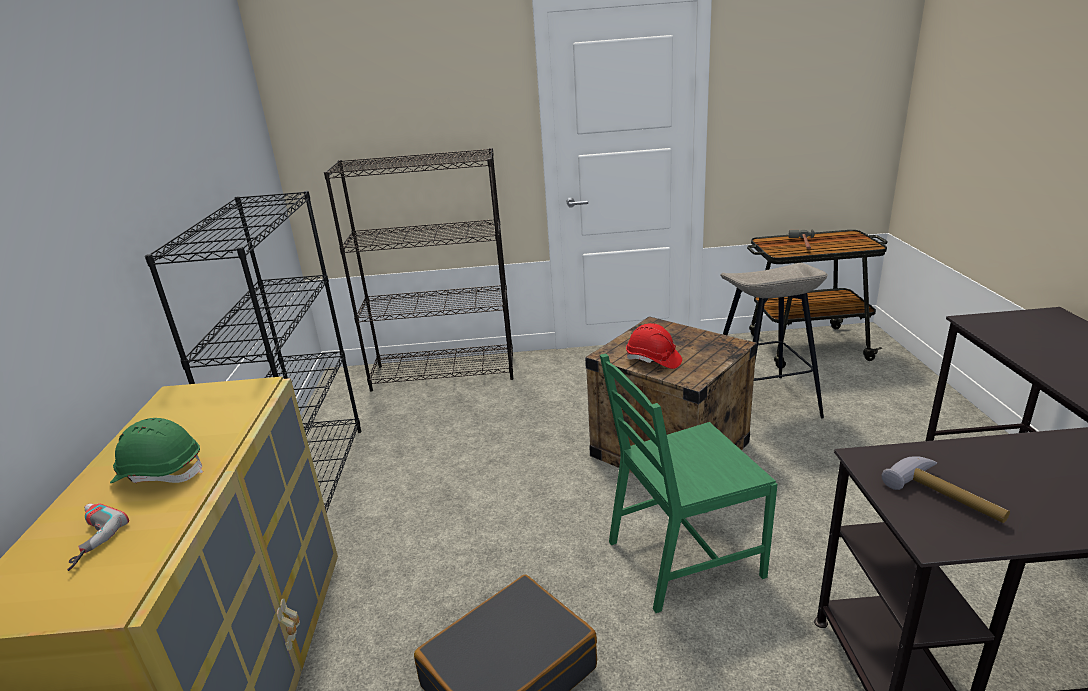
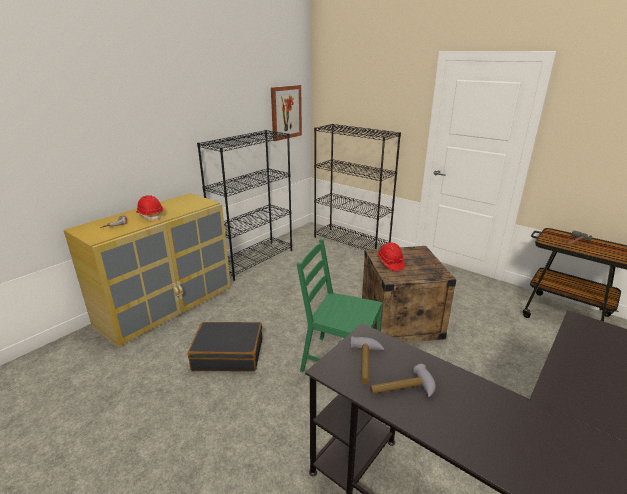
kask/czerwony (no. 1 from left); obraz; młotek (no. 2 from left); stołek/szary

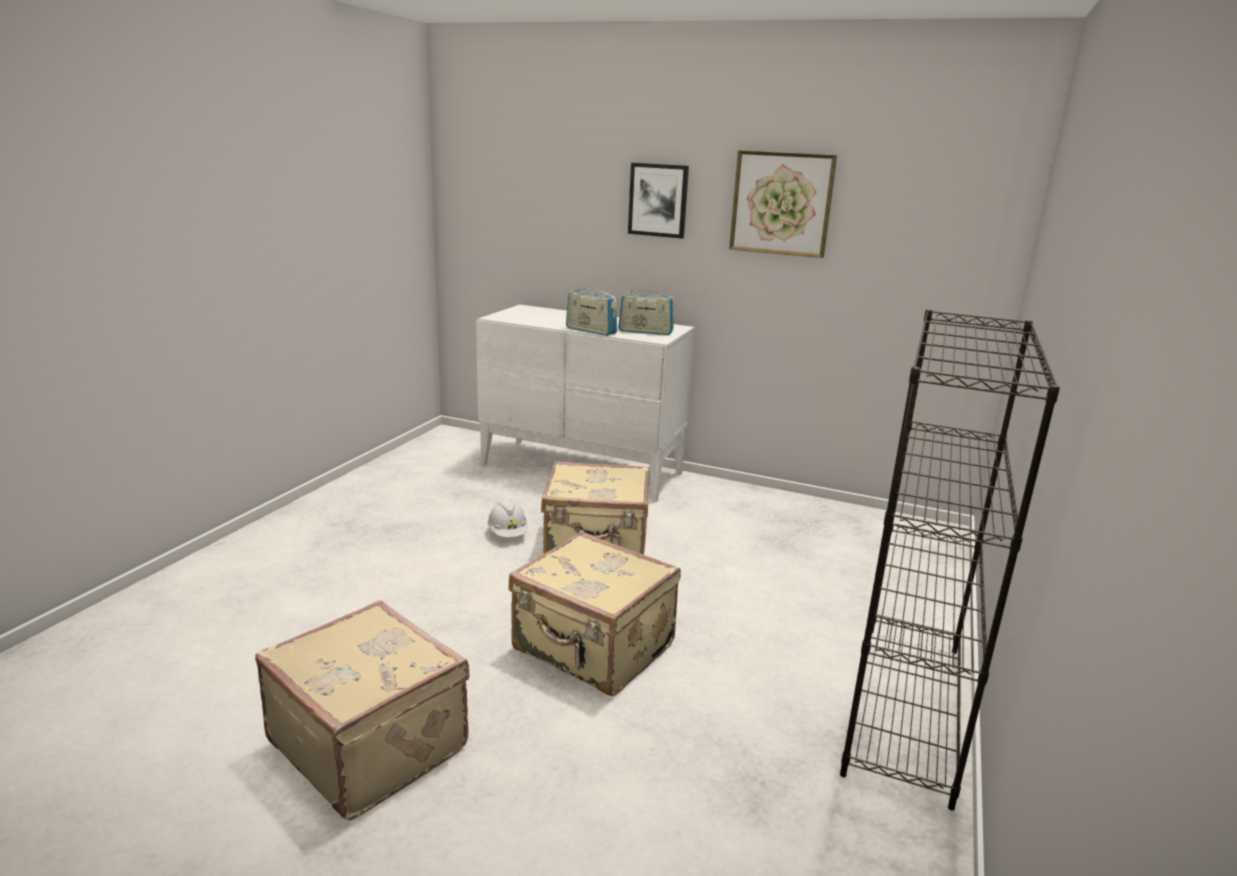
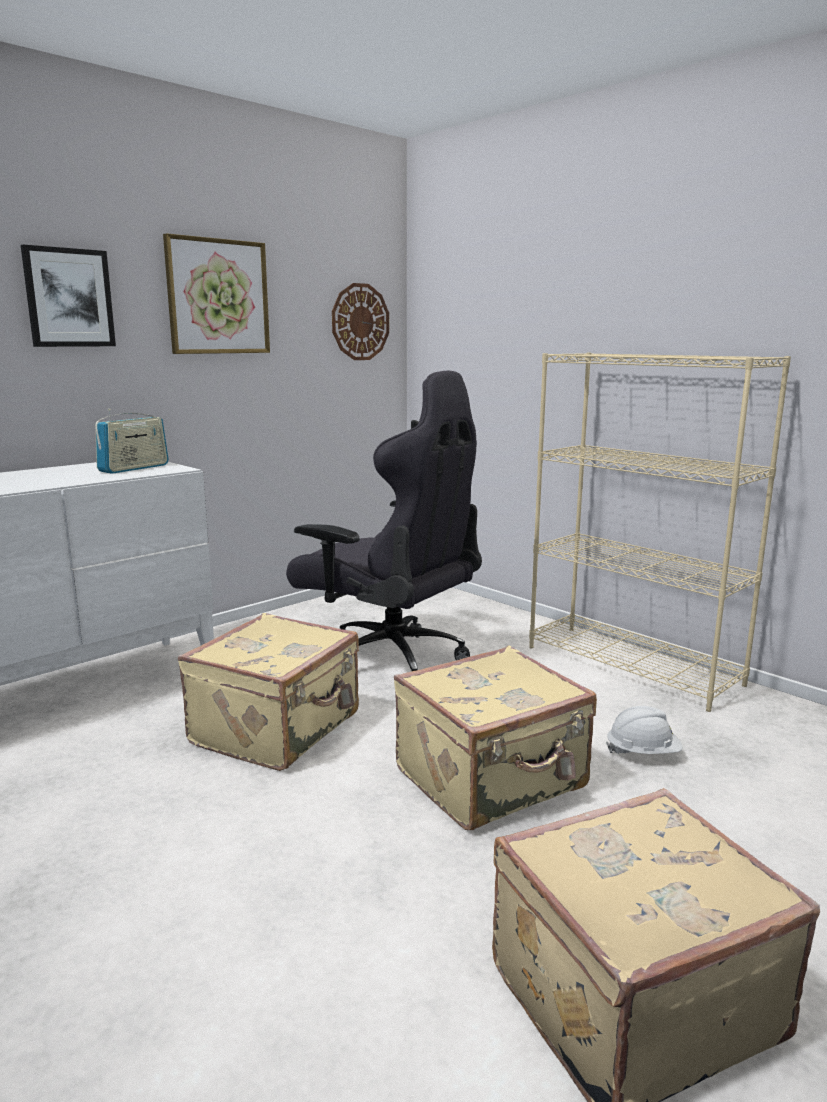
krzesło biurowe/czarny; zegar ścienny; regał/beżowy; kask/biały; radio (no. 1 from left in the first image)

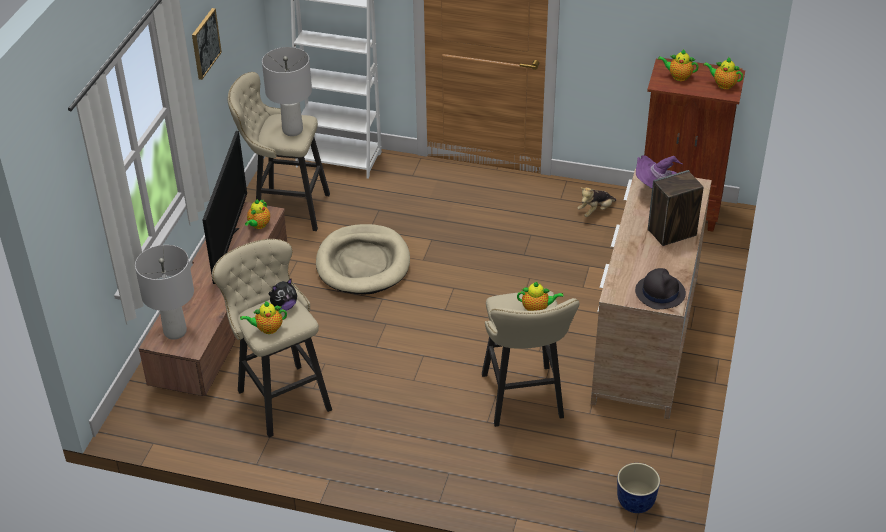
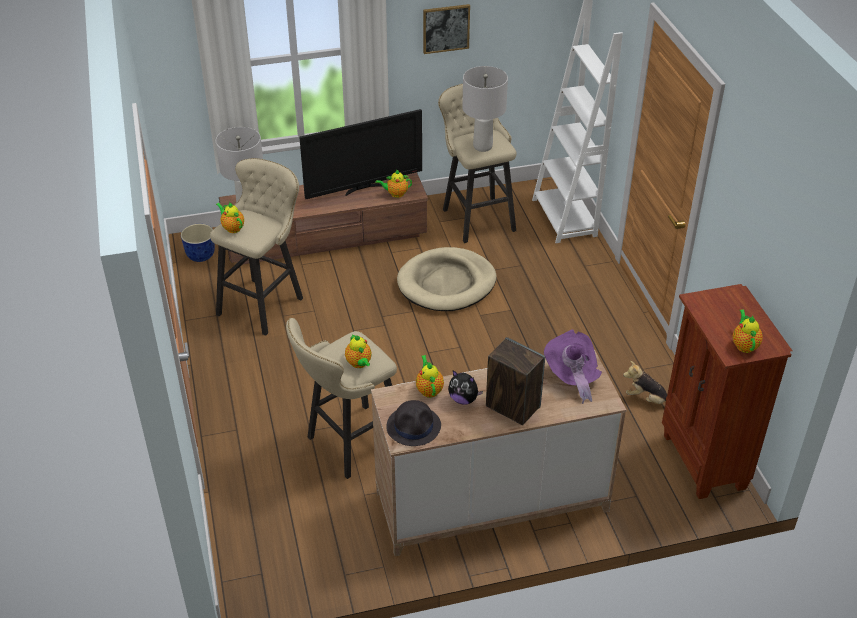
donica; imbryk (no. 4 from left); pluszak (no. 1 from left)

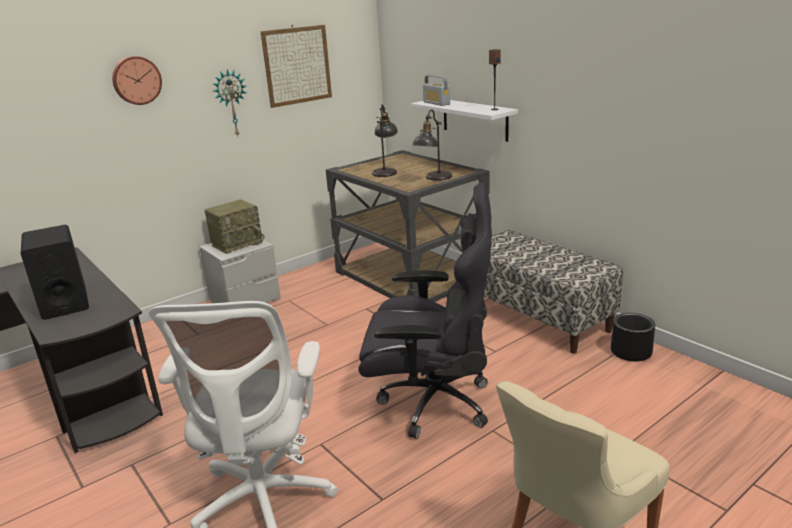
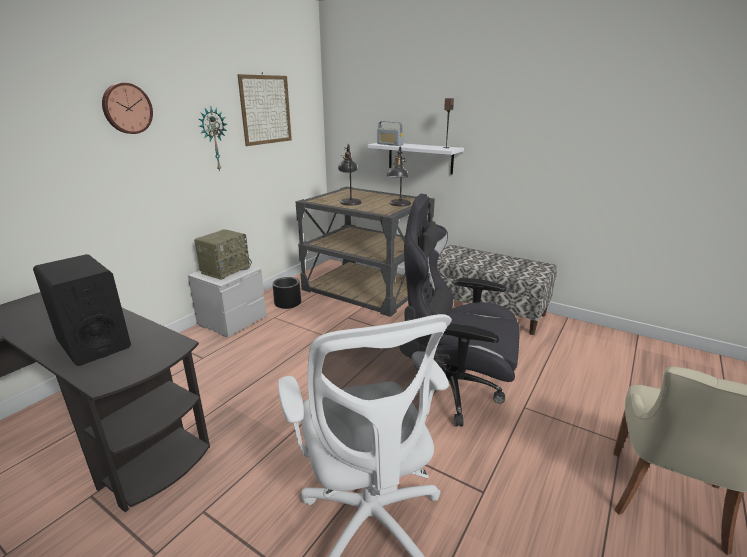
donica/czarny; krzesło biurowe/czarny

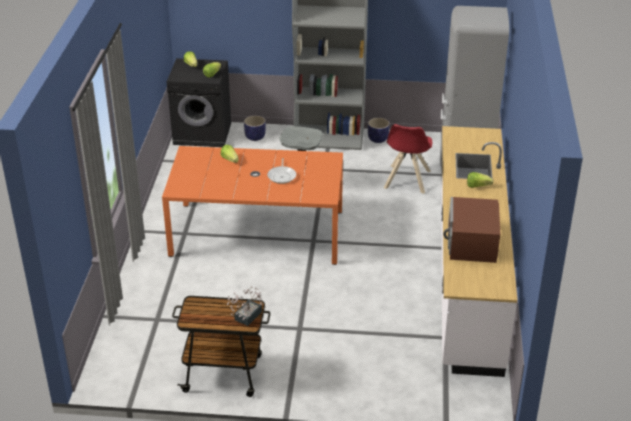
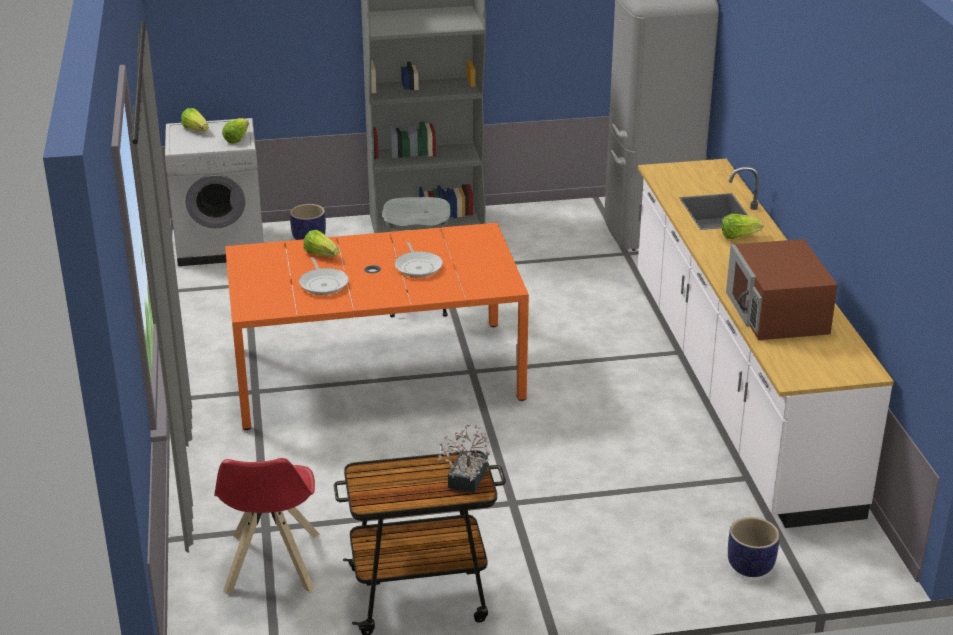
pralka/biały; krzesło/czerwony; patelnia (no. 1 from left); donica (no. 2 from left)

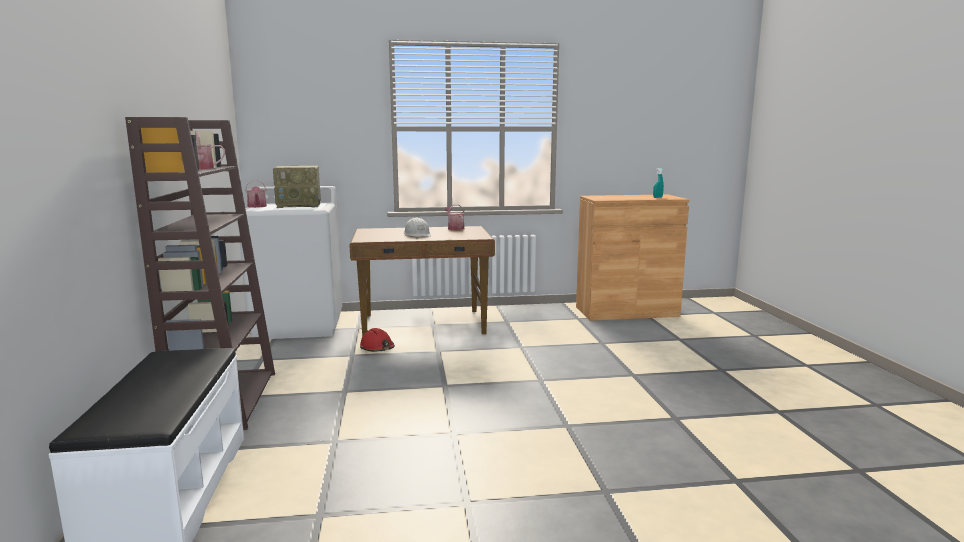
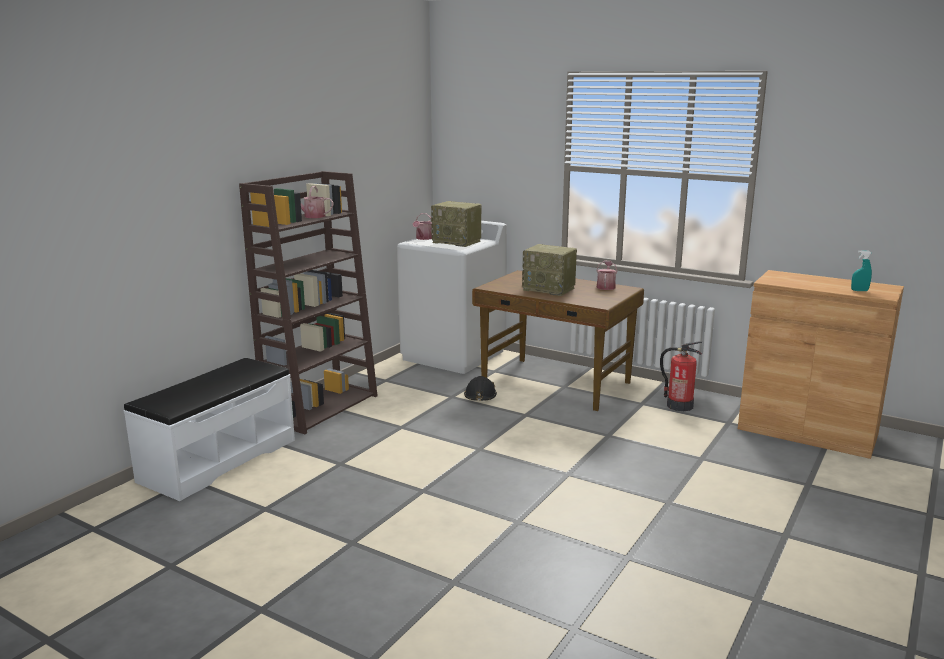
kask/czarny; radio (no. 2 from left); gaśnica

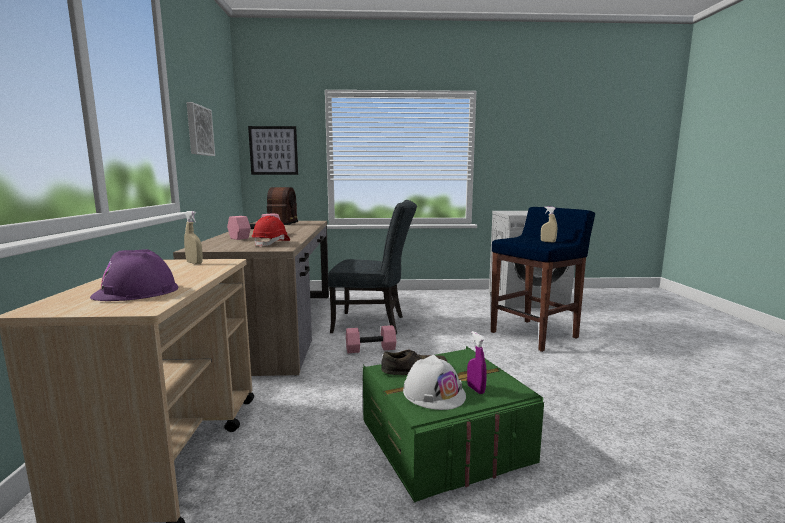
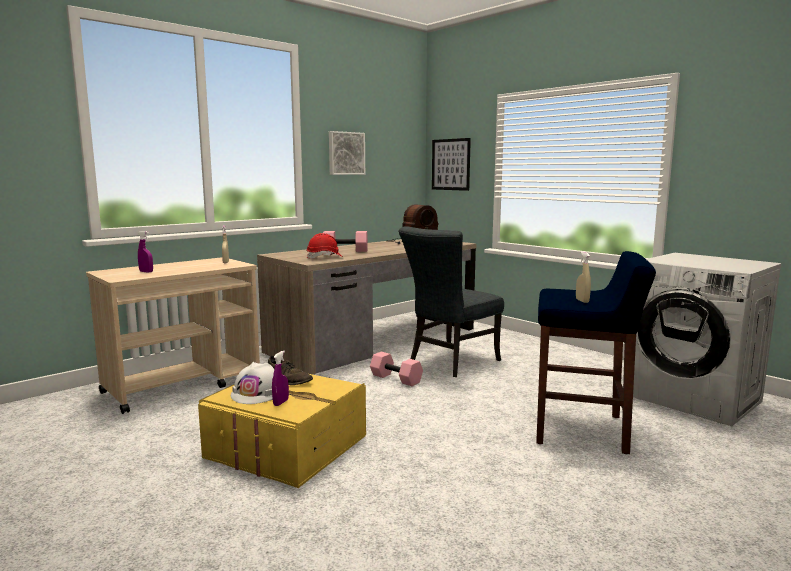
spryskiwacz/fioletowy (no. 1 from left); pojemnik do przechowywania/żółty; krzesło/szary

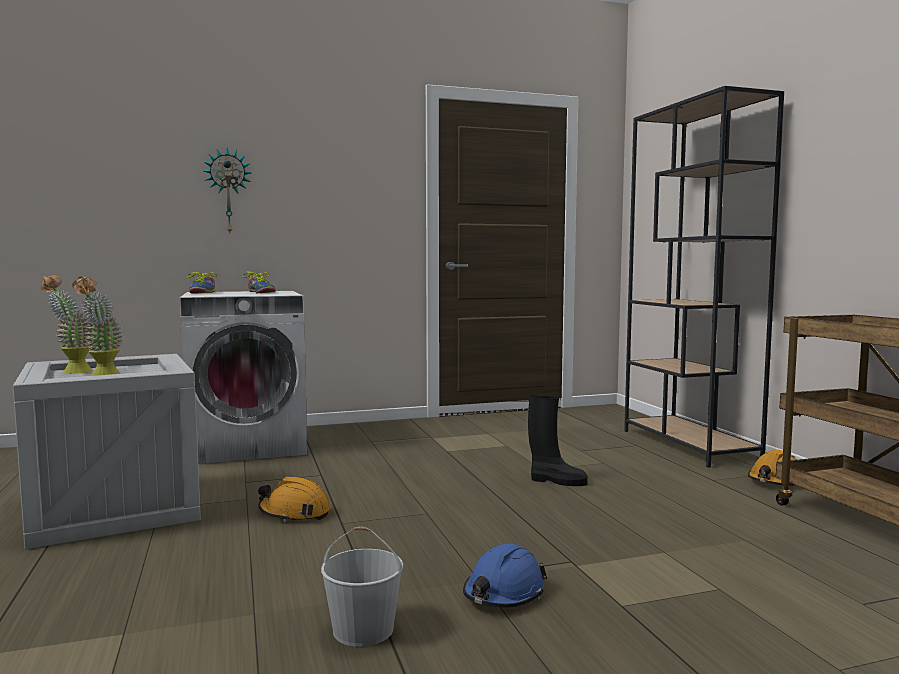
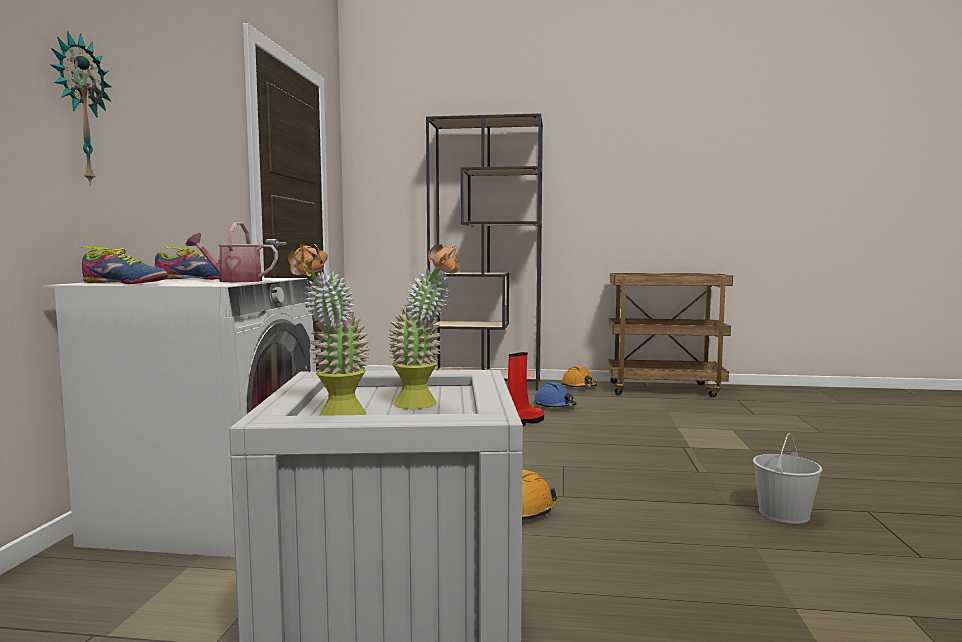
konewka; but z cholewką/czerwony; kask/niebieski

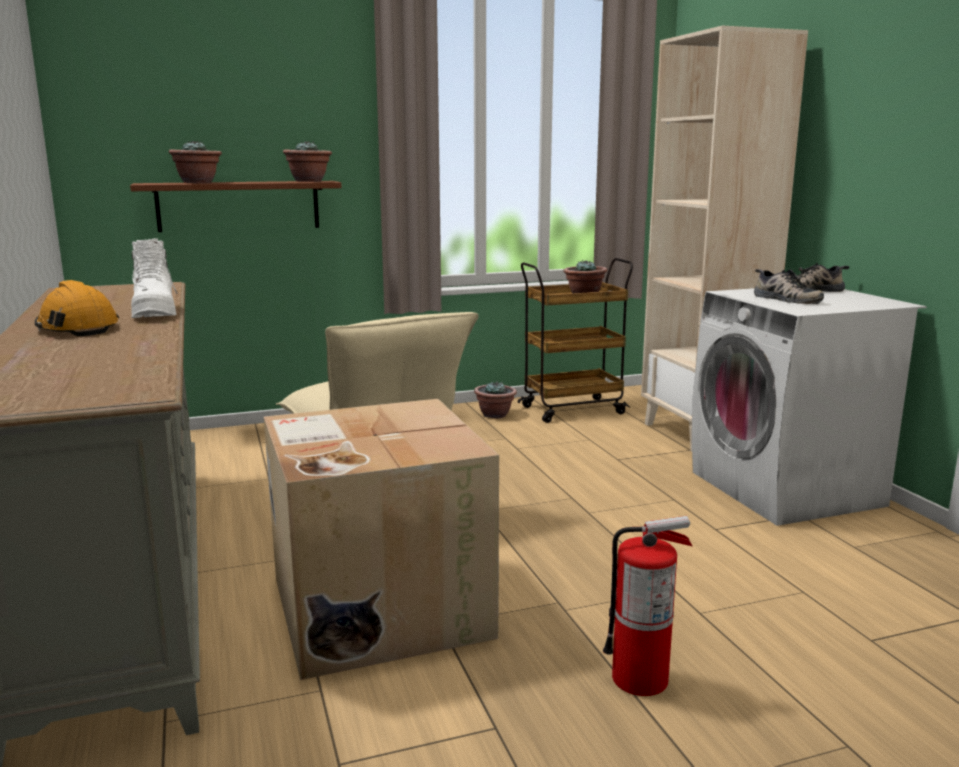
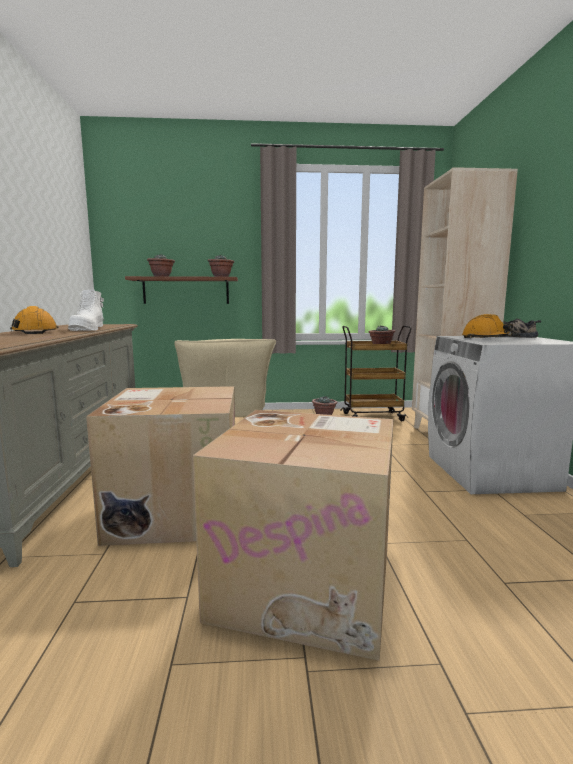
karton (no. 2 from left); kask/pomarańczowy (no. 2 from left)

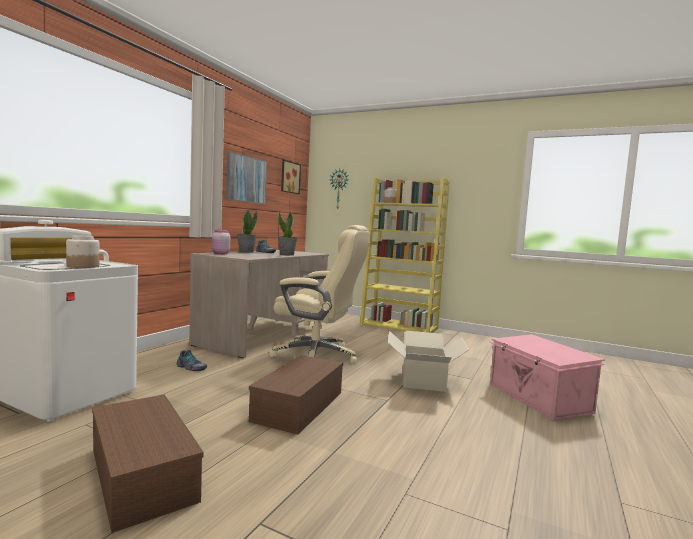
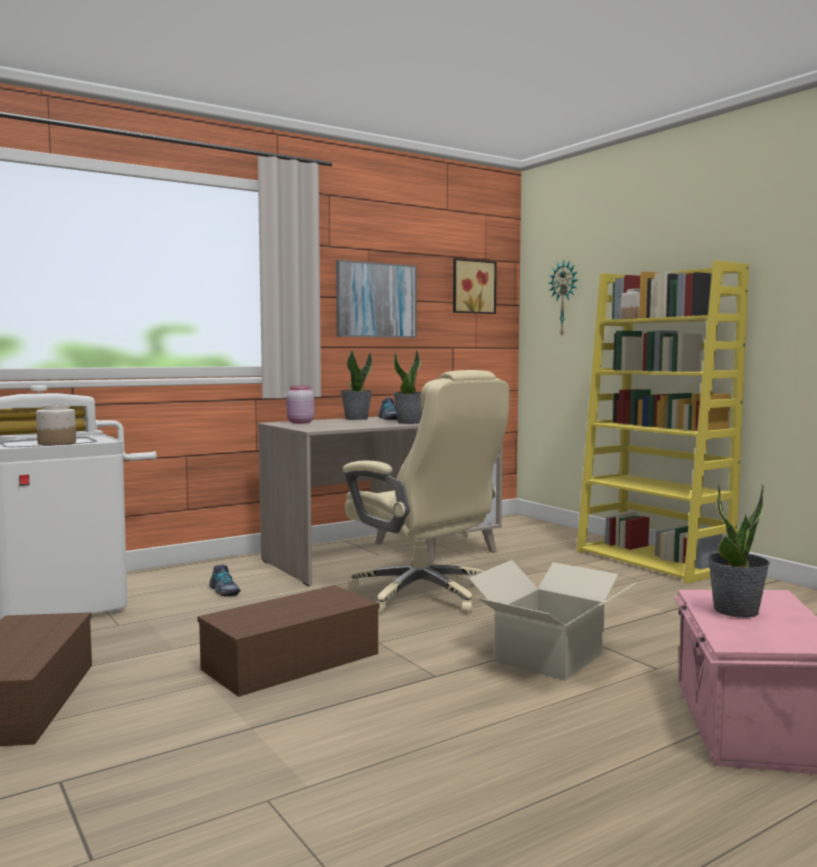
roślina doniczkowa (no. 3 from left)

